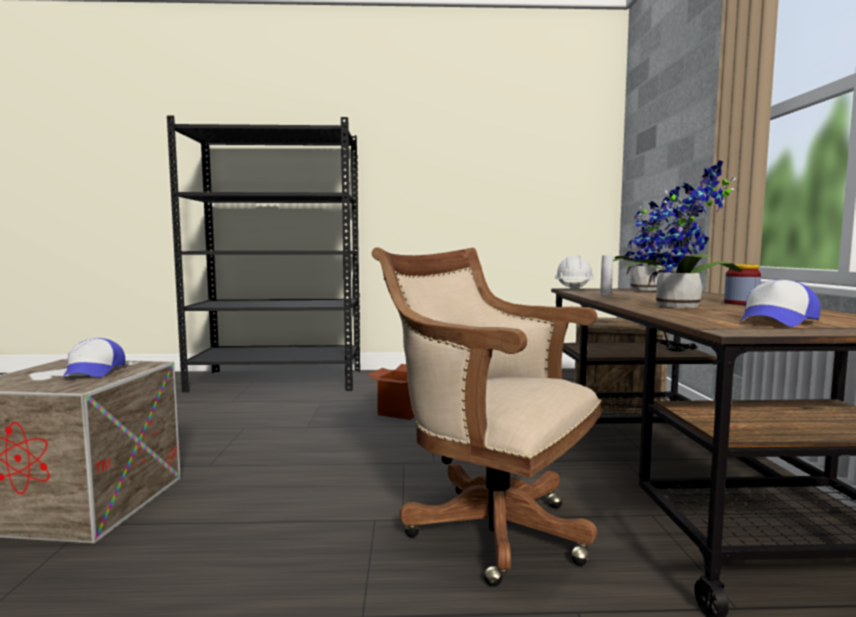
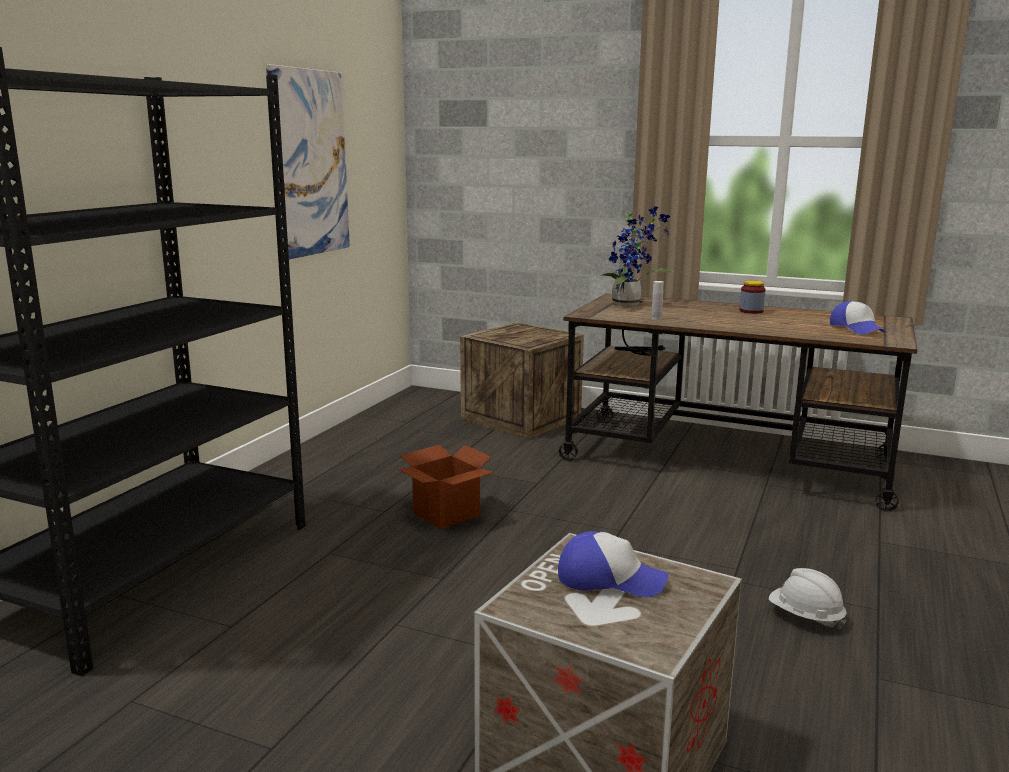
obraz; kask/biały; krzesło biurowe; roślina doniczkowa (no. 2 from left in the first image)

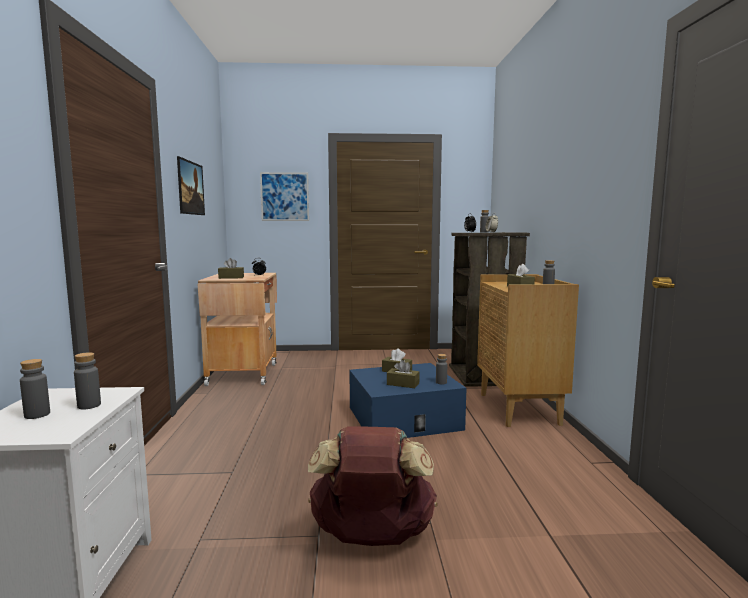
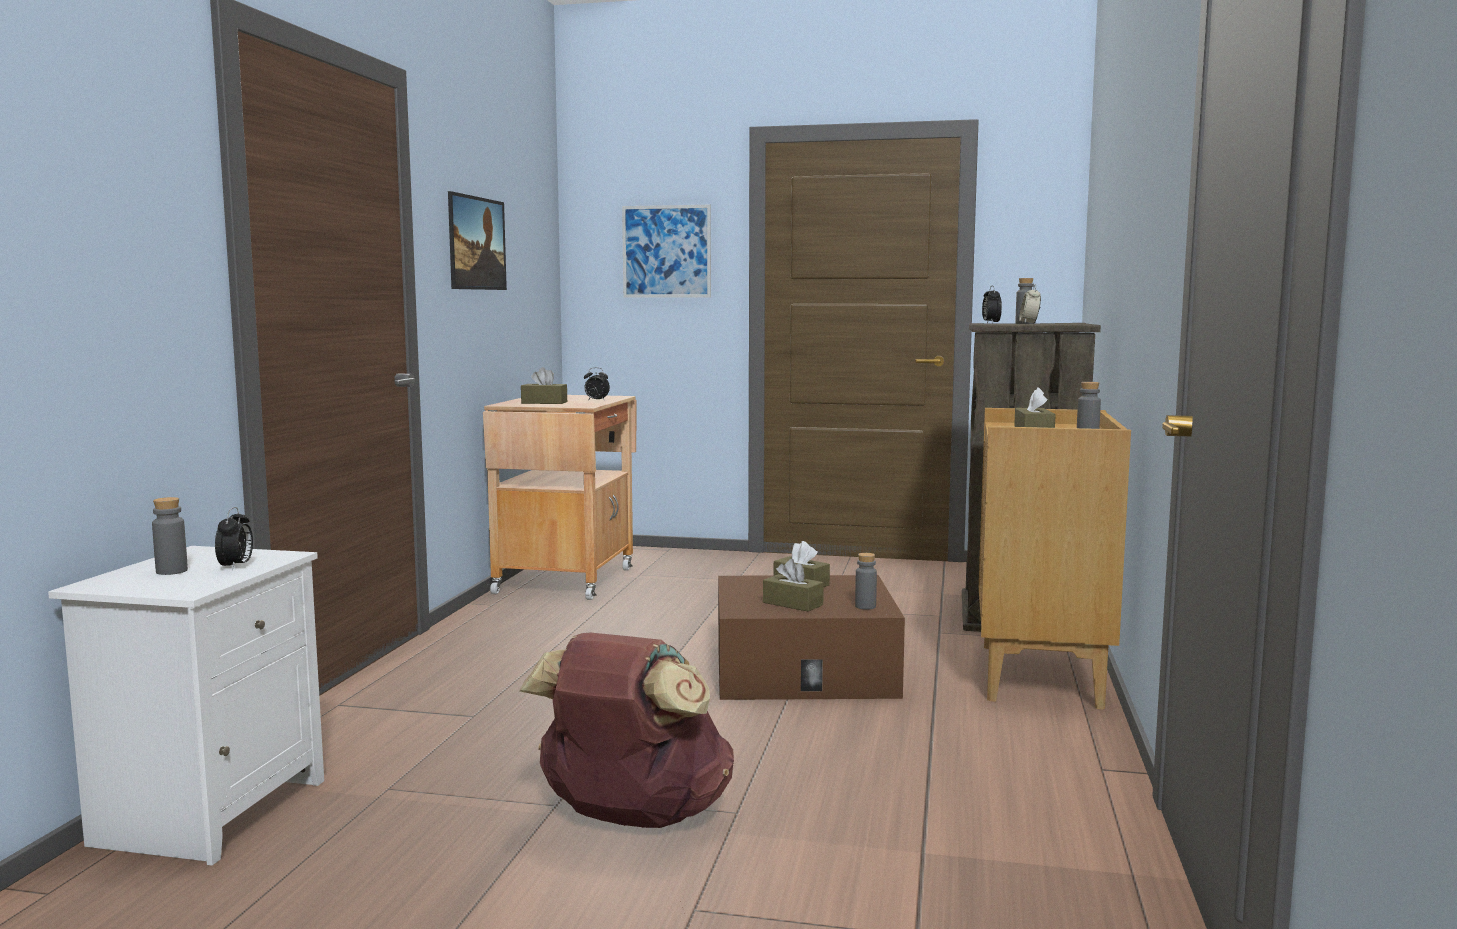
budzik (no. 1 from left); pojemnik do przechowywania/brązowy

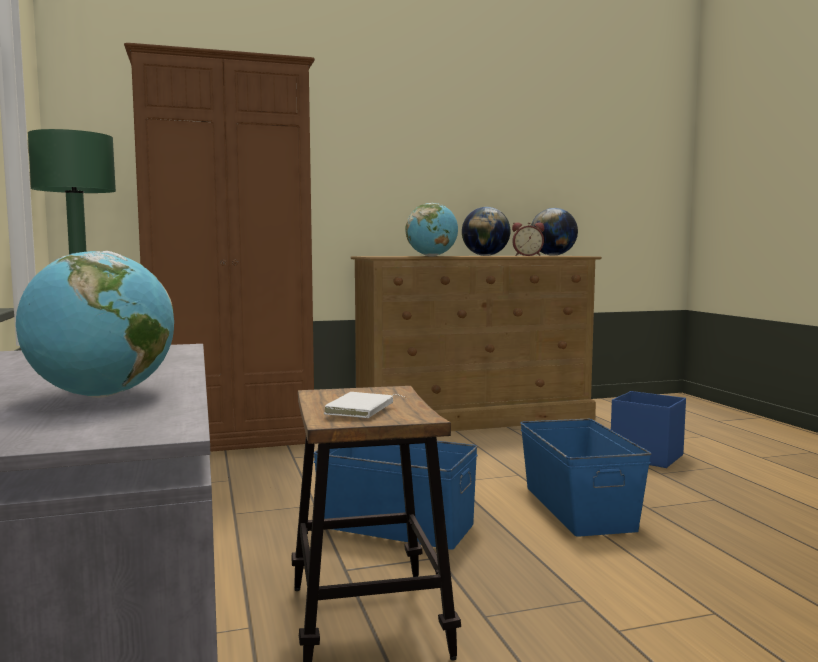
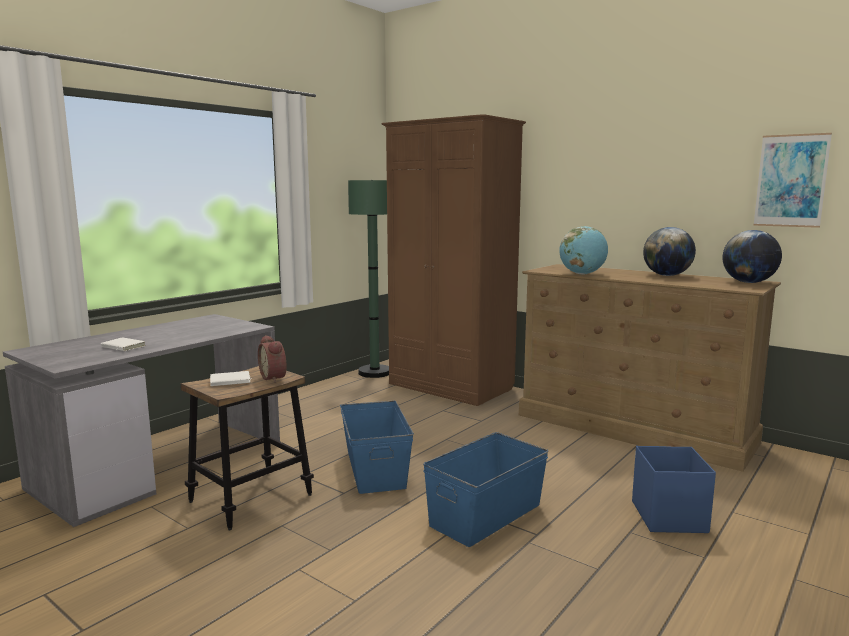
książka/biały (no. 1 from left); budzik; obraz

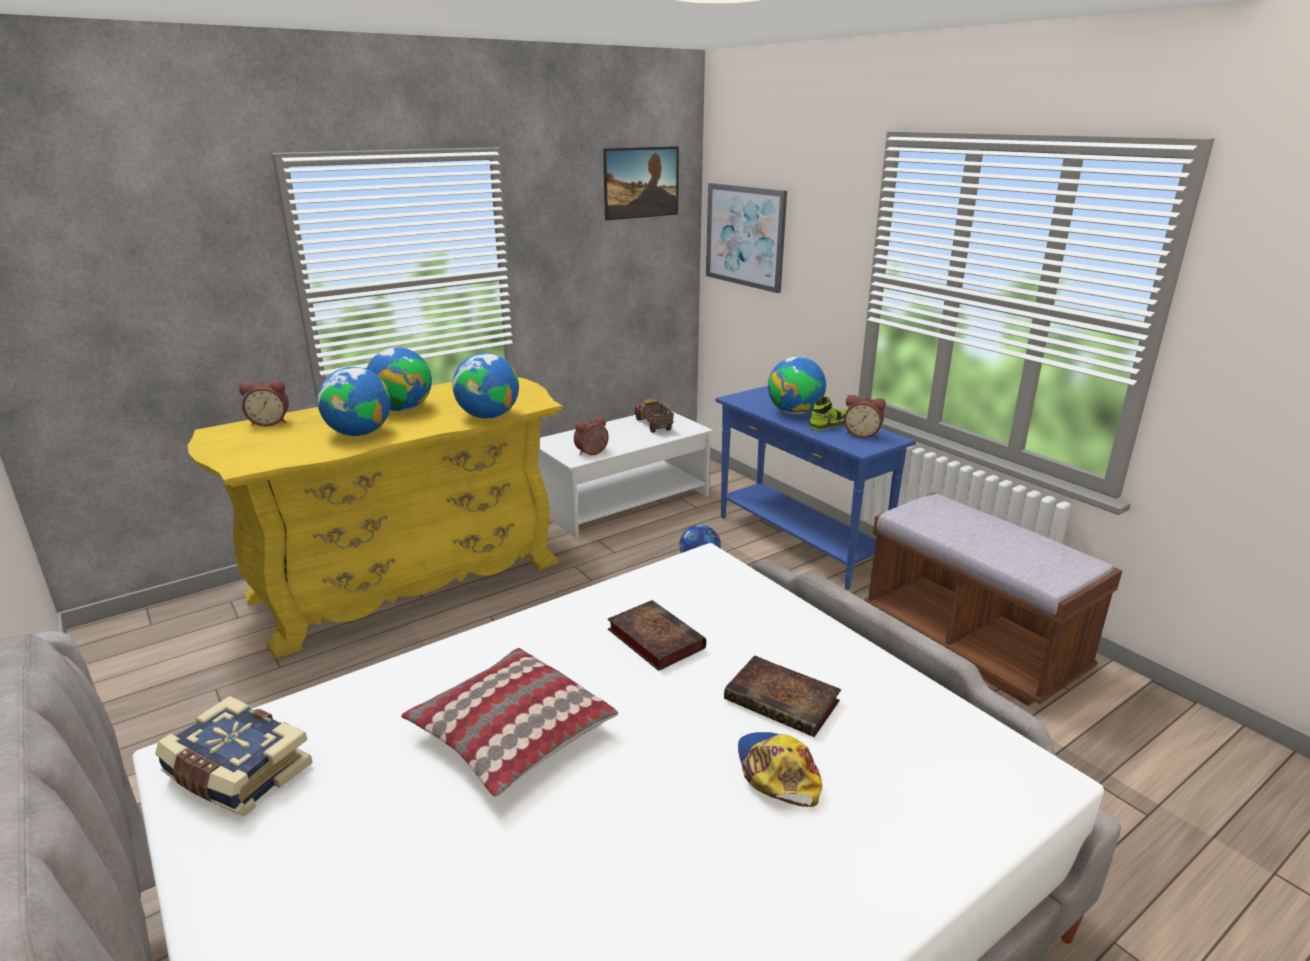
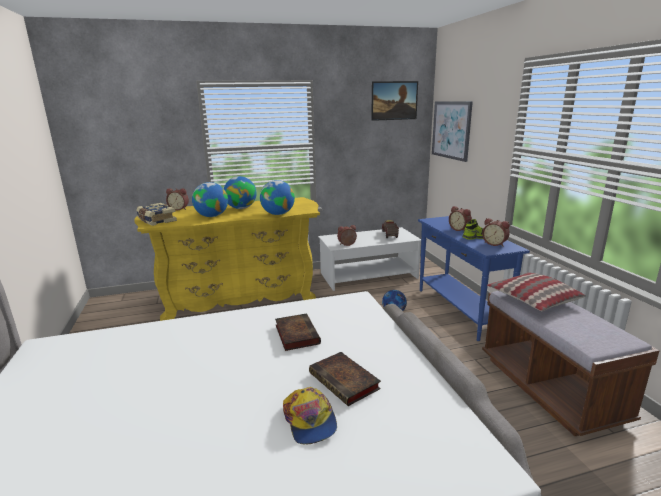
książka (no. 1 from left); czapka z daszkiem; budzik (no. 3 from left); poduszka

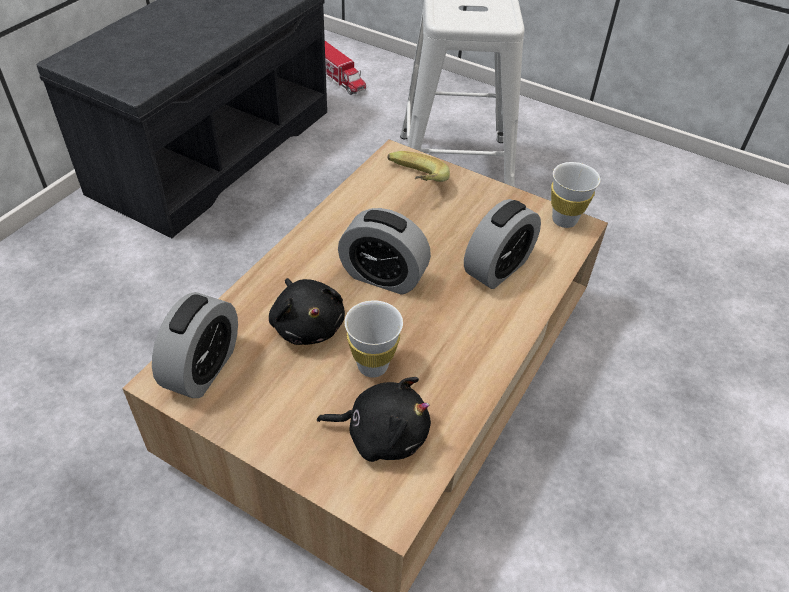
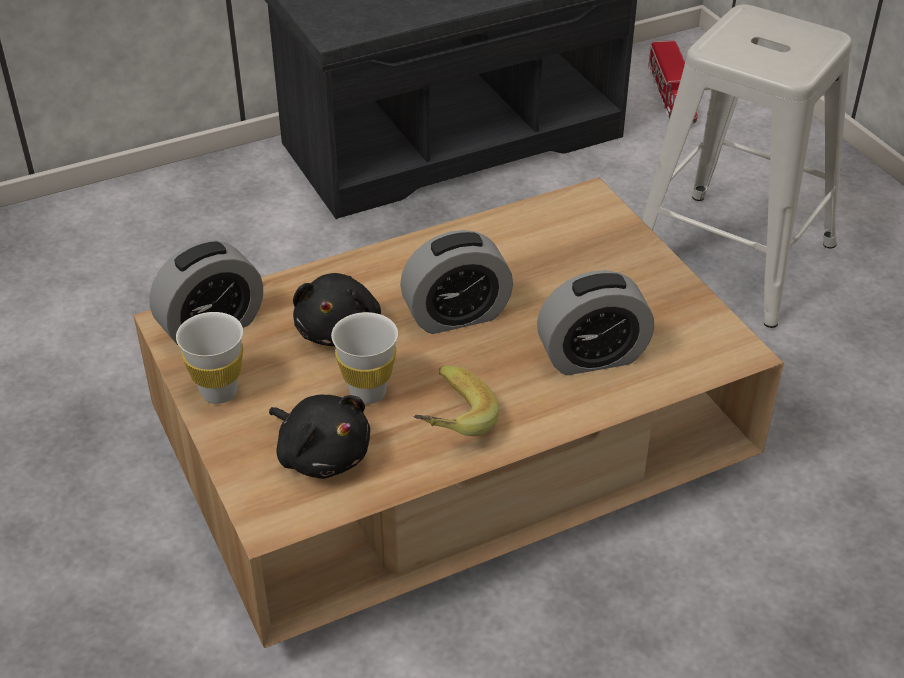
filiżanka/biały (no. 1 from left); budzik (no. 2 from left); banan

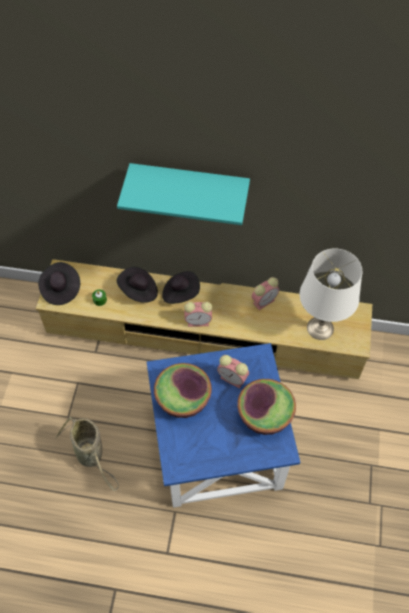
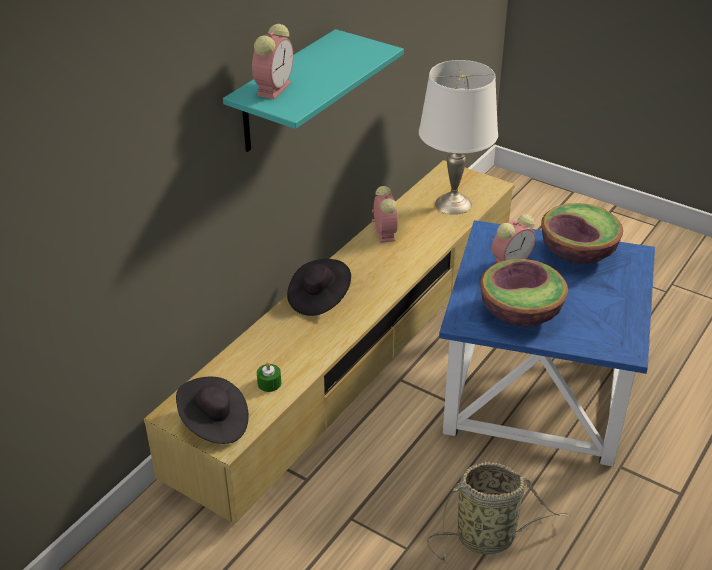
budzik (no. 1 from left); kapelusz/czarny (no. 2 from left in the first image)

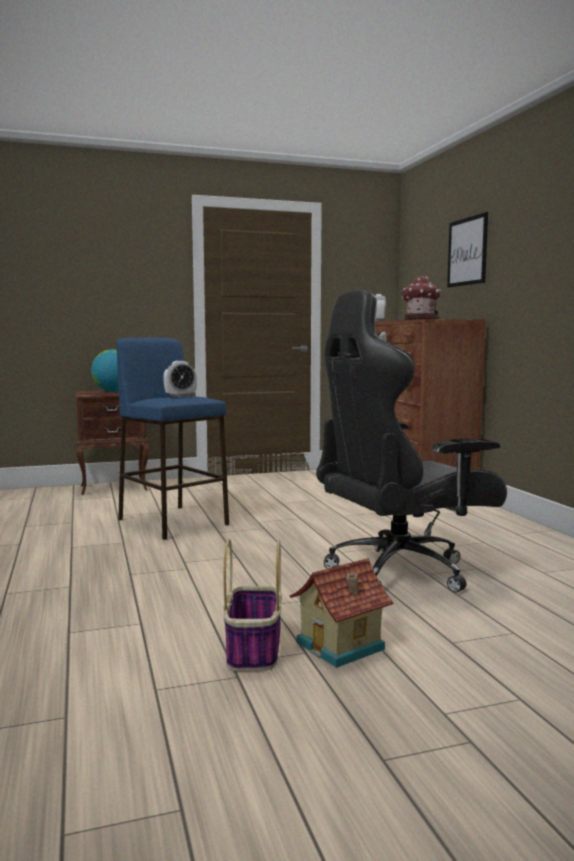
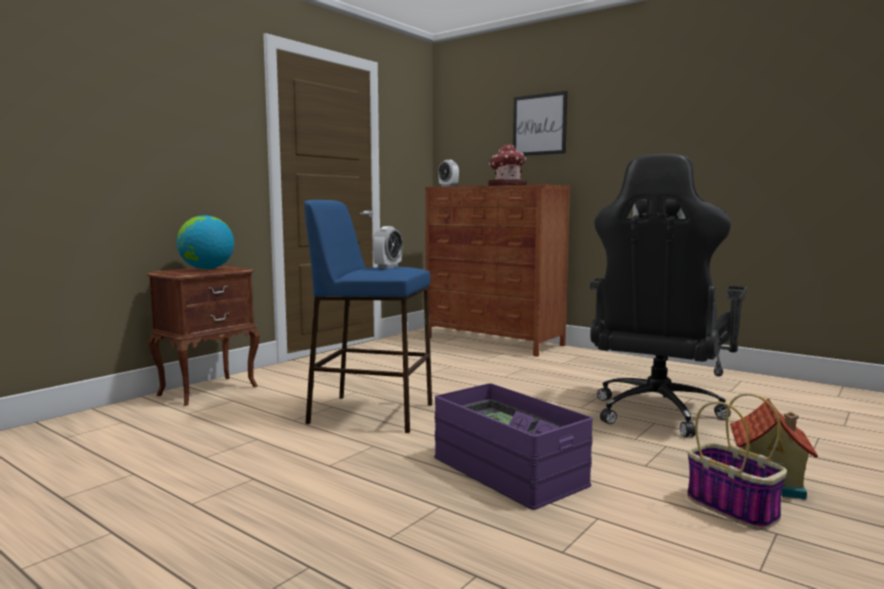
pojemnik do przechowywania/fioletowy

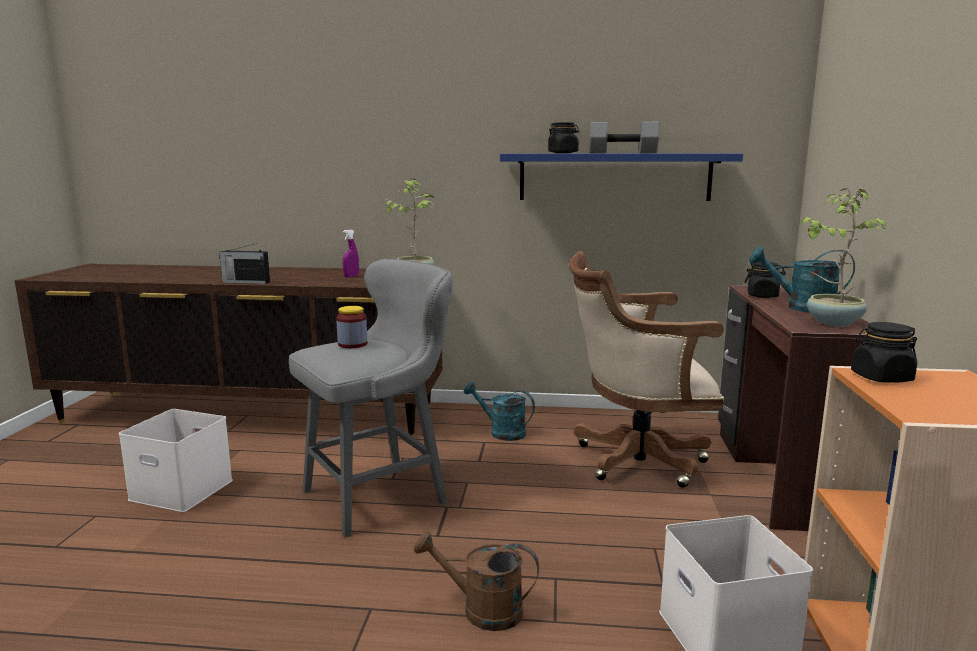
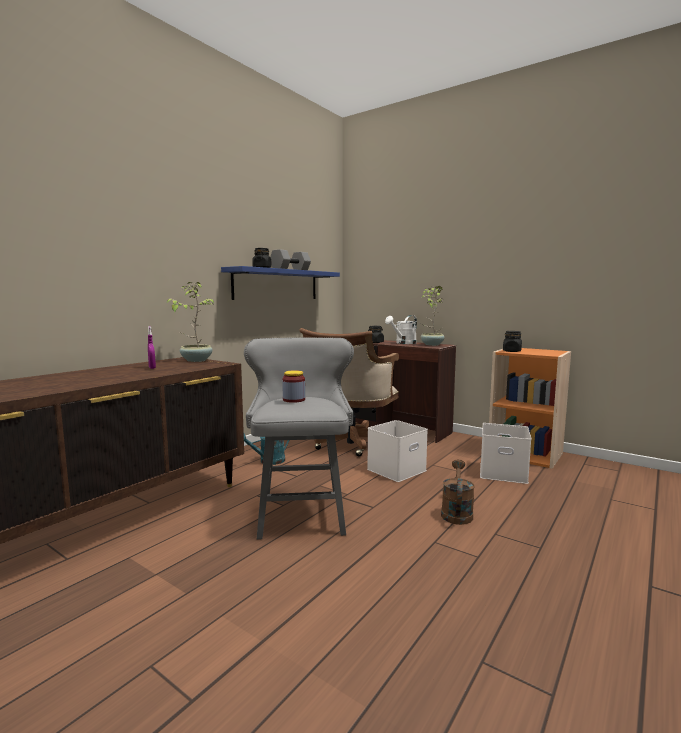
pojemnik do przechowywania/biały (no. 1 from left); konewka/biały; konewka/brązowy; radio

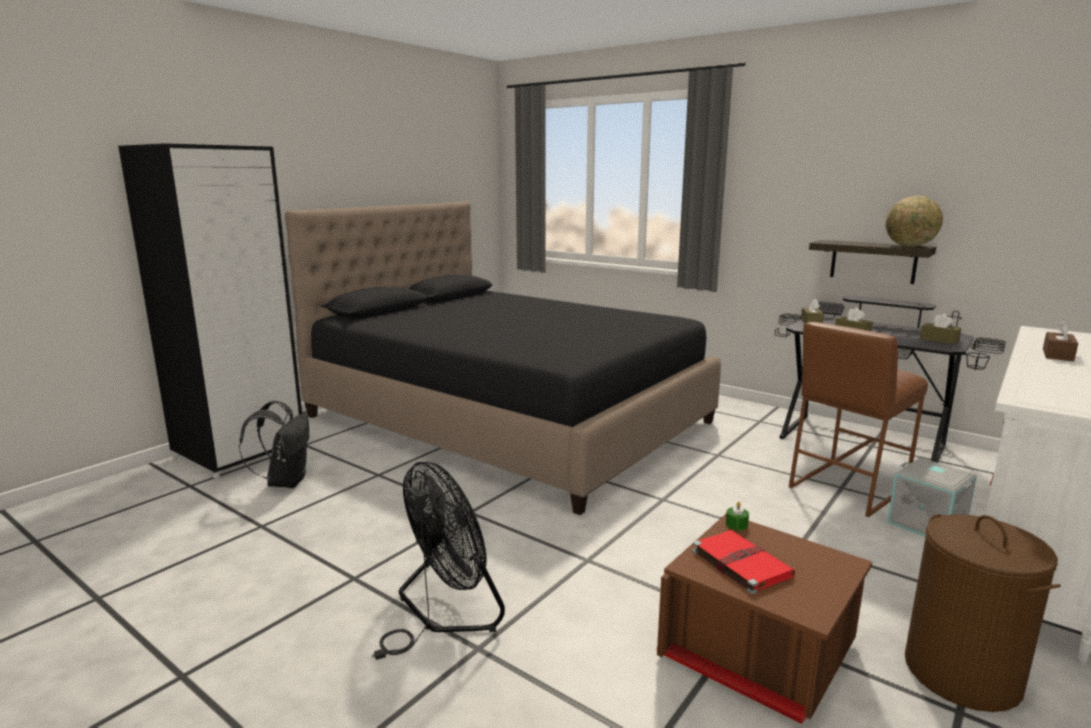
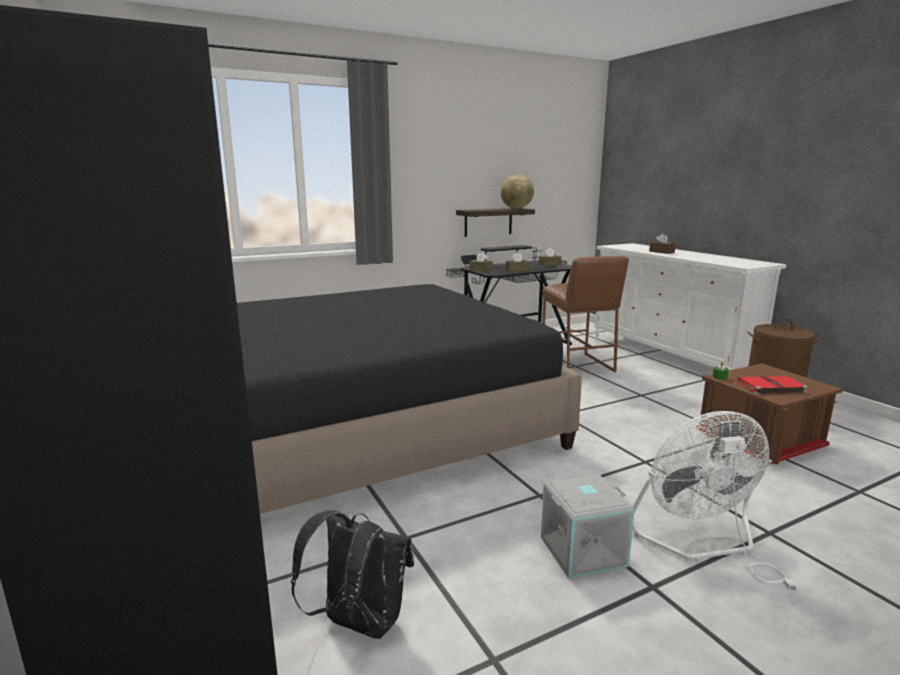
pojemnik do przechowywania/szary; wentylator/biały

